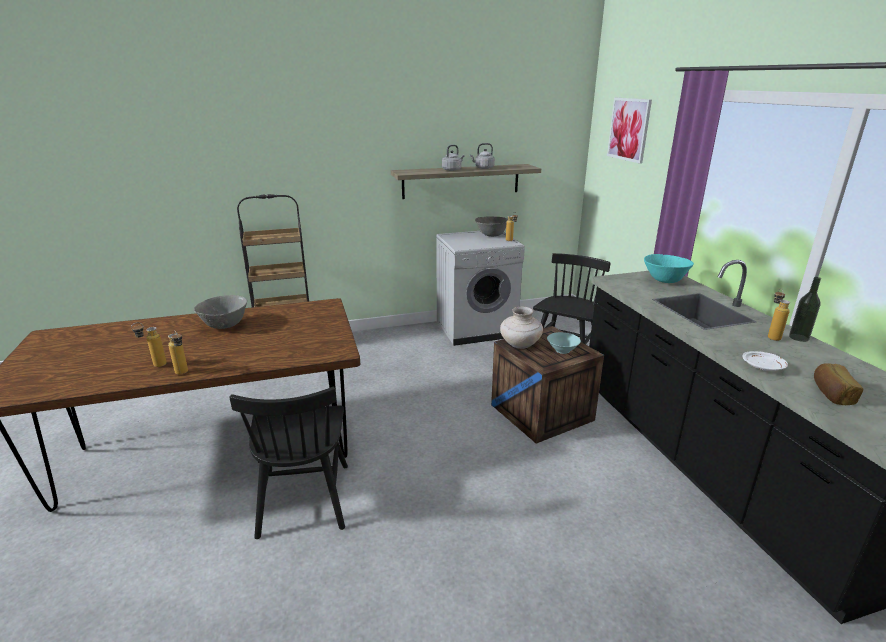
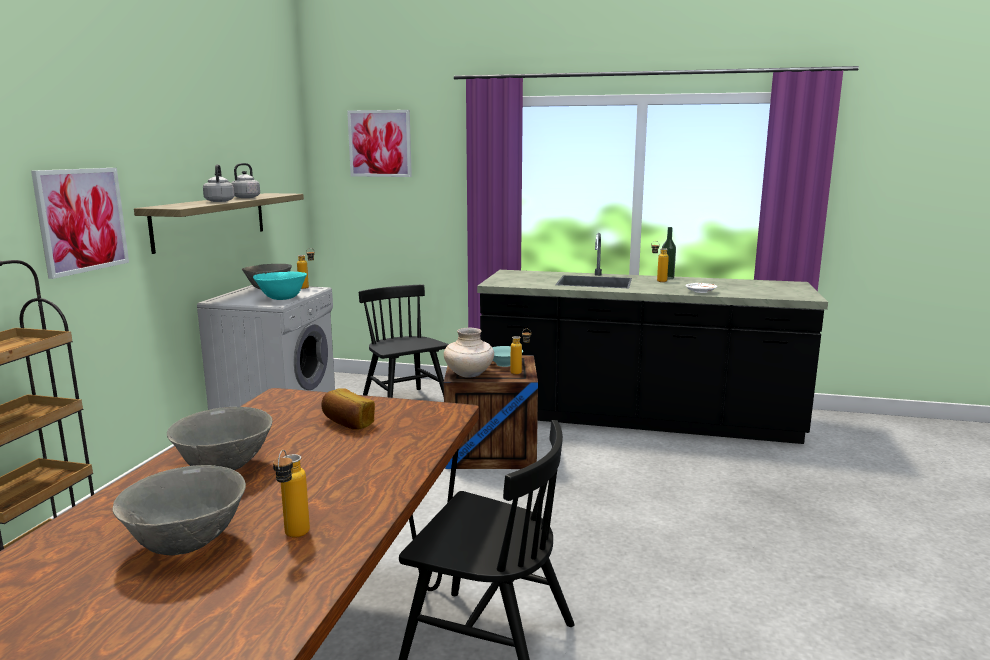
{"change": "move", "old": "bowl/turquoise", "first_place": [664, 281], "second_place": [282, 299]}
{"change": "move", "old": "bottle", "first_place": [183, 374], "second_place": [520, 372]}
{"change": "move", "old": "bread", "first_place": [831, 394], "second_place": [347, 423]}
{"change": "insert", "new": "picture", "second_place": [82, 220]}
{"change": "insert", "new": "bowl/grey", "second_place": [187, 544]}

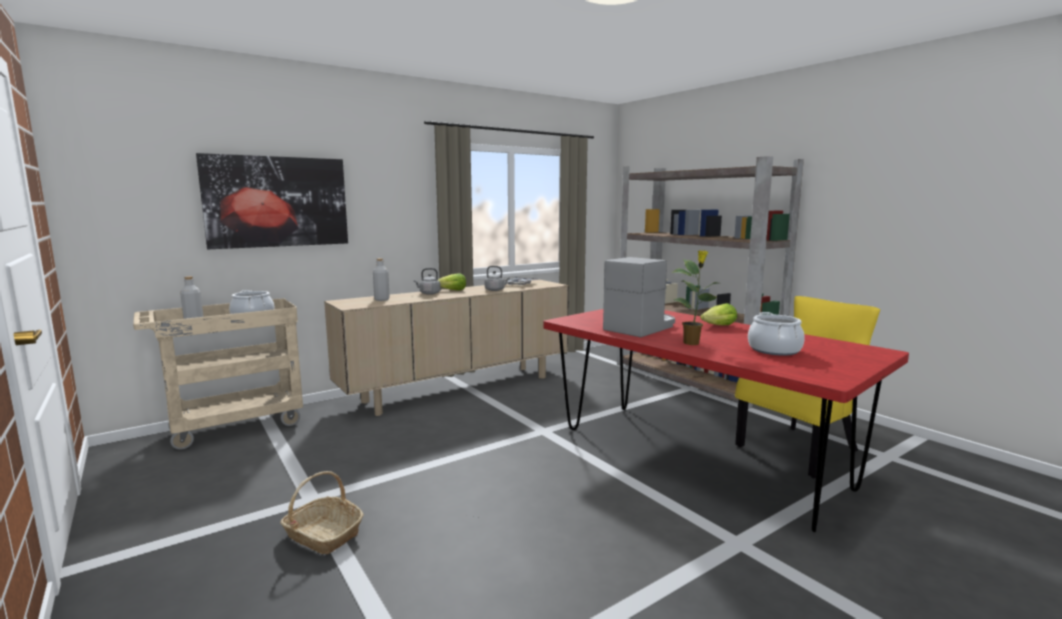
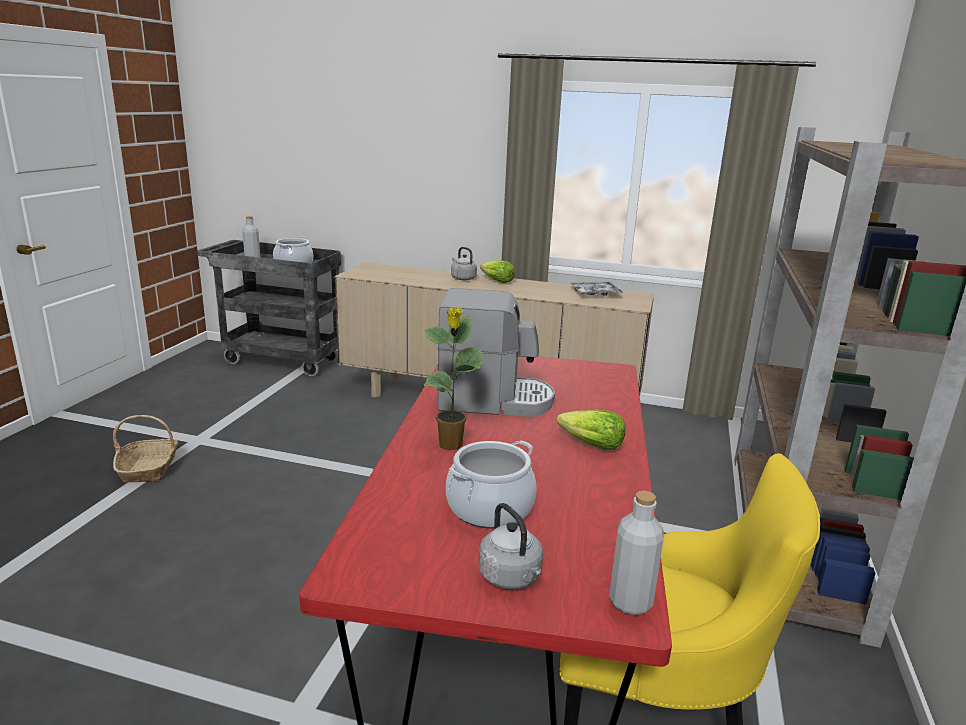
{"change": "delete", "old": "picture", "first_place": [277, 202]}
{"change": "move", "old": "bottle/grey", "first_place": [382, 299], "second_place": [630, 602]}
{"change": "move", "old": "kettle/grey", "first_place": [496, 290], "second_place": [511, 578]}
{"change": "recolor", "old": "cart/beige", "new": "cart/black", "first_place": [231, 430], "second_place": [278, 362]}

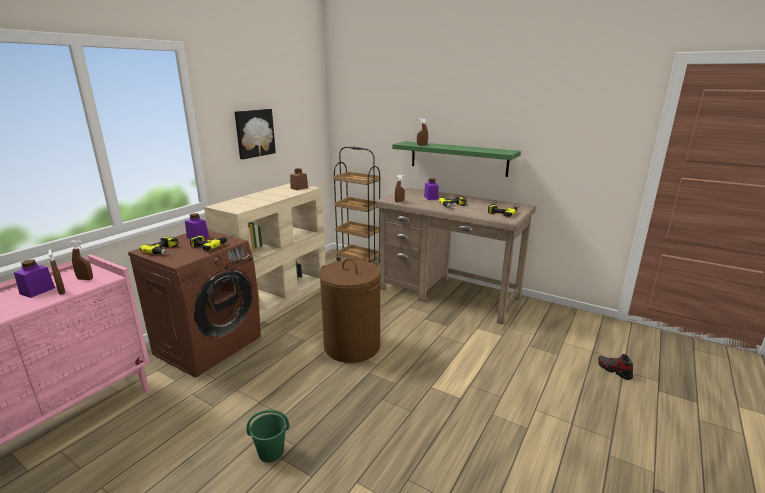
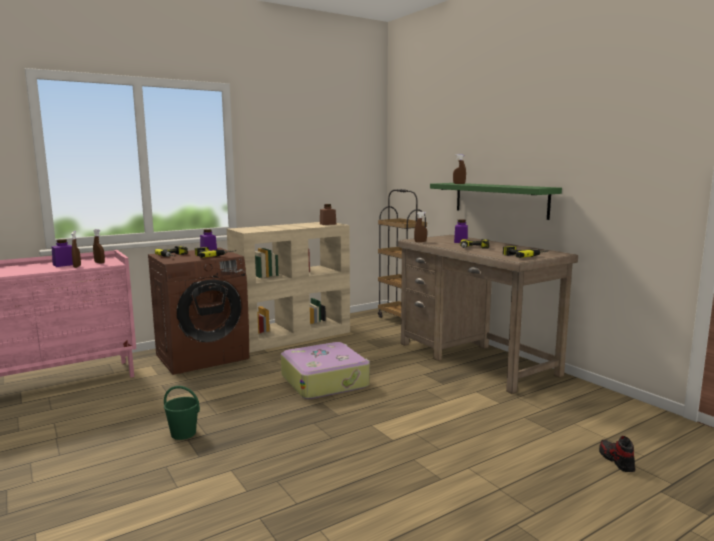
{"change": "delete", "old": "picture", "first_place": [254, 133]}
{"change": "replace", "old": "laundry basket/brown", "new": "suitcase", "first_place": [352, 346], "second_place": [325, 381]}

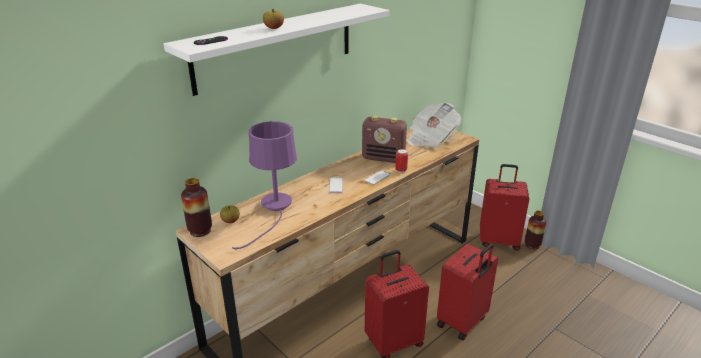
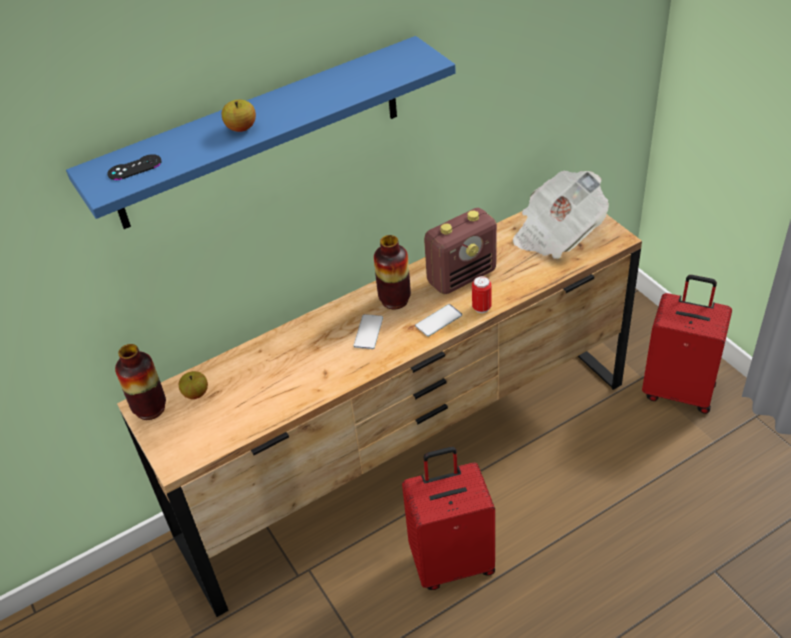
{"change": "recolor", "old": "shelf/white", "new": "shelf/blue", "first_place": [276, 46], "second_place": [259, 134]}
{"change": "rotate", "old": "radio", "first_place": [383, 158], "second_place": [462, 276], "degrees": -60}
{"change": "delete", "old": "table lamp/purple", "first_place": [274, 210]}
{"change": "move", "old": "vase", "first_place": [532, 245], "second_place": [394, 300]}
{"change": "delete", "old": "suitcase/red", "first_place": [463, 322]}

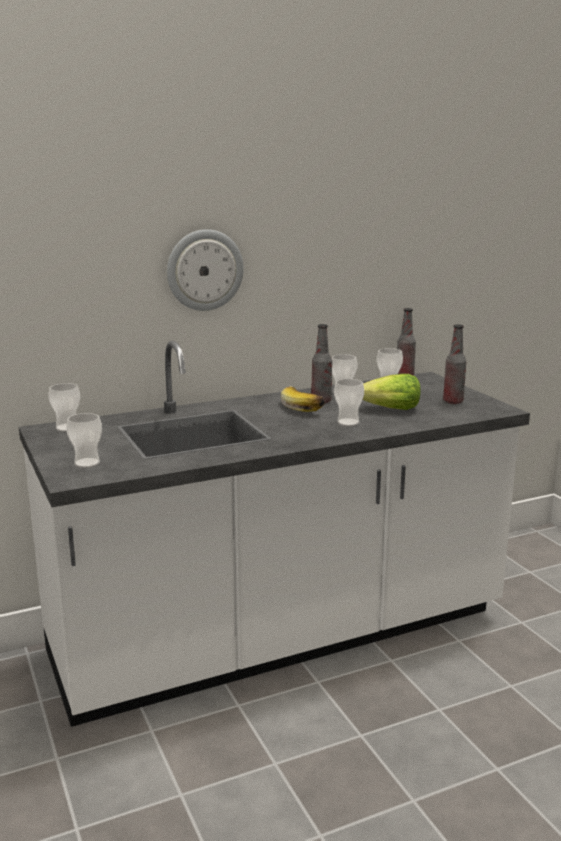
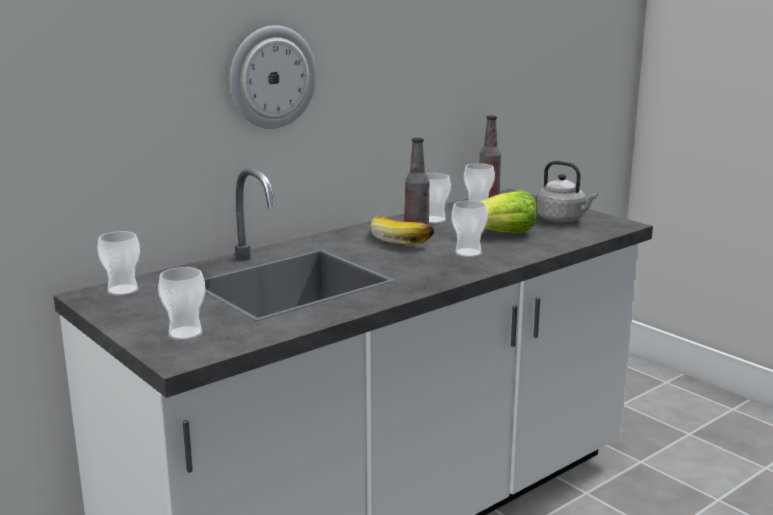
{"change": "replace", "old": "bottle", "new": "kettle/grey", "first_place": [453, 401], "second_place": [562, 220]}

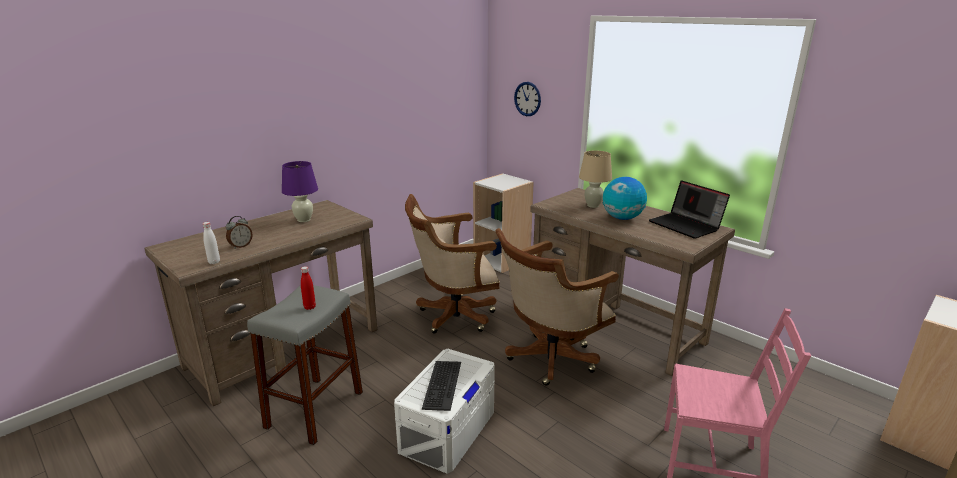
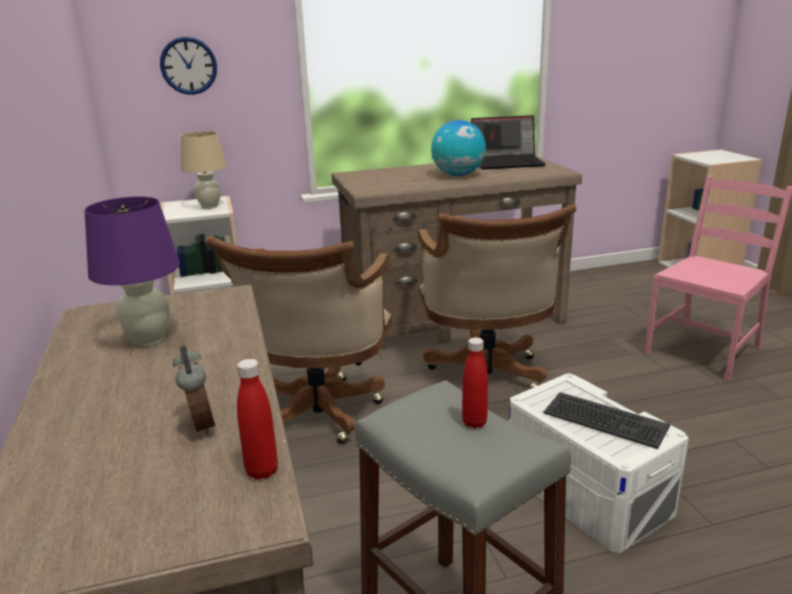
{"change": "move", "old": "table lamp/beige", "first_place": [593, 205], "second_place": [209, 206]}
{"change": "recolor", "old": "bottle/white", "new": "bottle/red", "first_place": [214, 262], "second_place": [262, 471]}

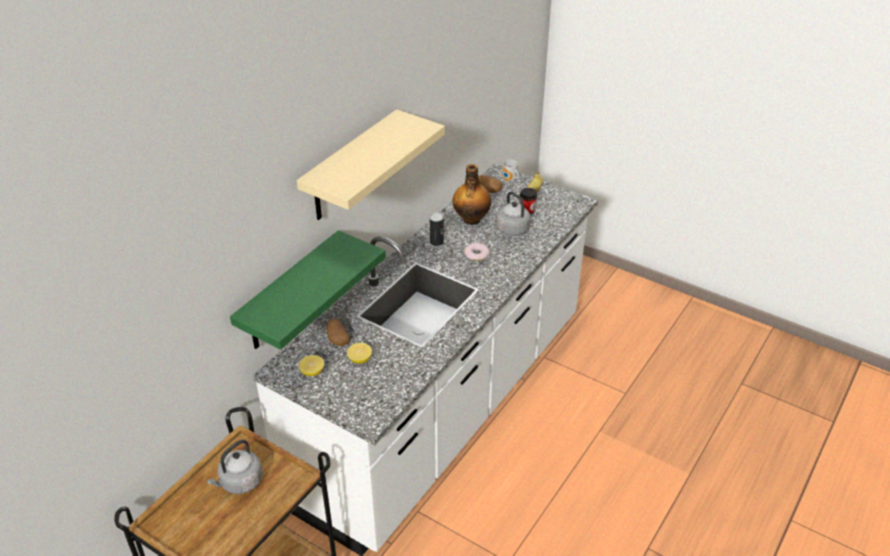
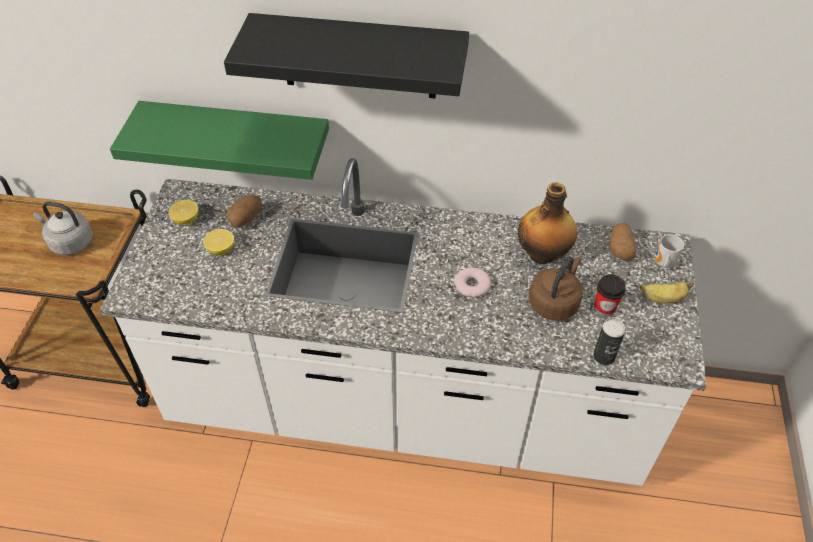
{"change": "recolor", "old": "shelf/beige", "new": "shelf/black", "first_place": [351, 167], "second_place": [359, 57]}
{"change": "recolor", "old": "kettle/grey", "new": "kettle/brown", "first_place": [511, 228], "second_place": [554, 302]}
{"change": "move", "old": "can", "first_place": [436, 242], "second_place": [604, 356]}

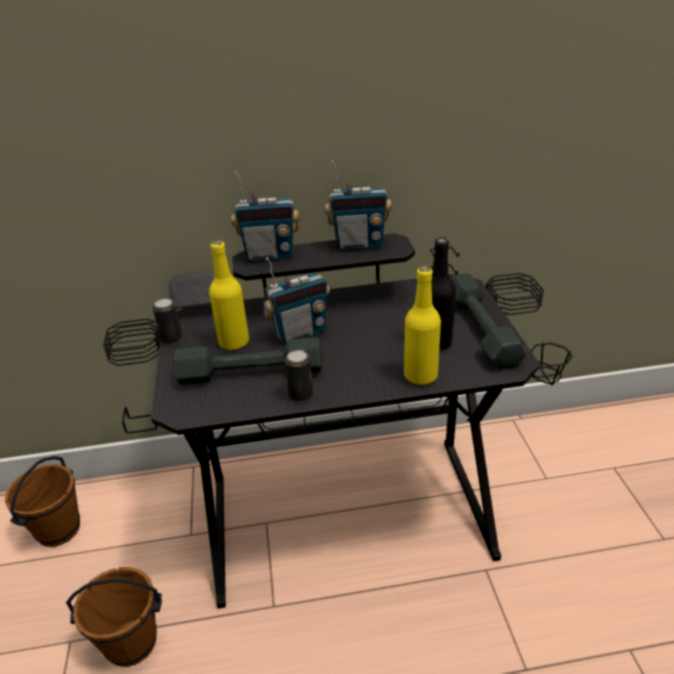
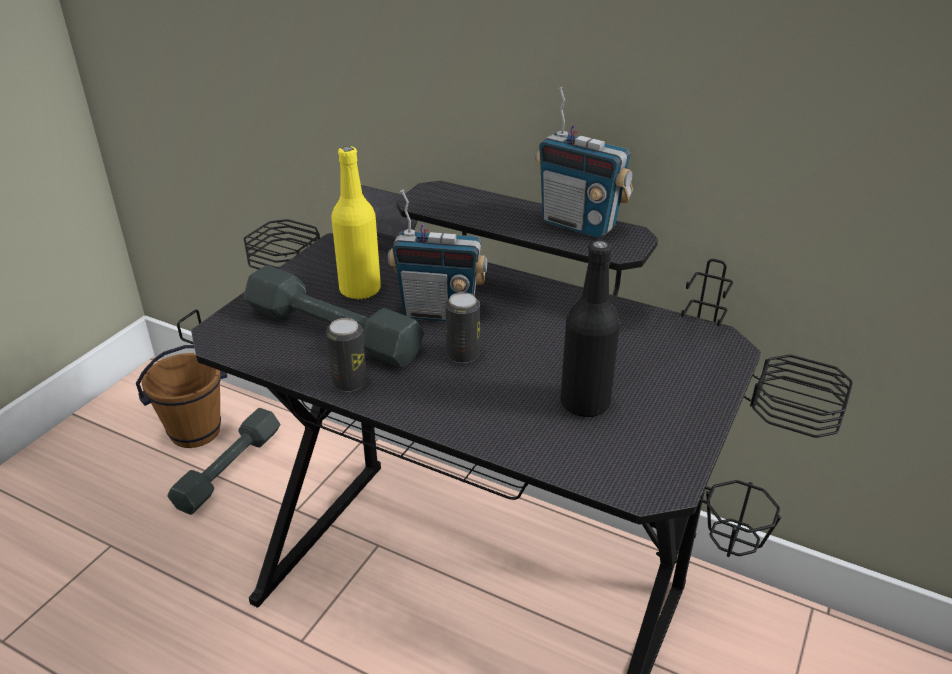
{"change": "delete", "old": "radio", "first_place": [270, 255]}
{"change": "delete", "old": "bottle/yellow", "first_place": [420, 375]}
{"change": "move", "old": "dumbbell/grey", "first_place": [481, 330], "second_place": [228, 468]}
{"change": "move", "old": "can", "first_place": [171, 339], "second_place": [463, 355]}
{"change": "delete", "old": "bucket/brown", "first_place": [131, 644]}

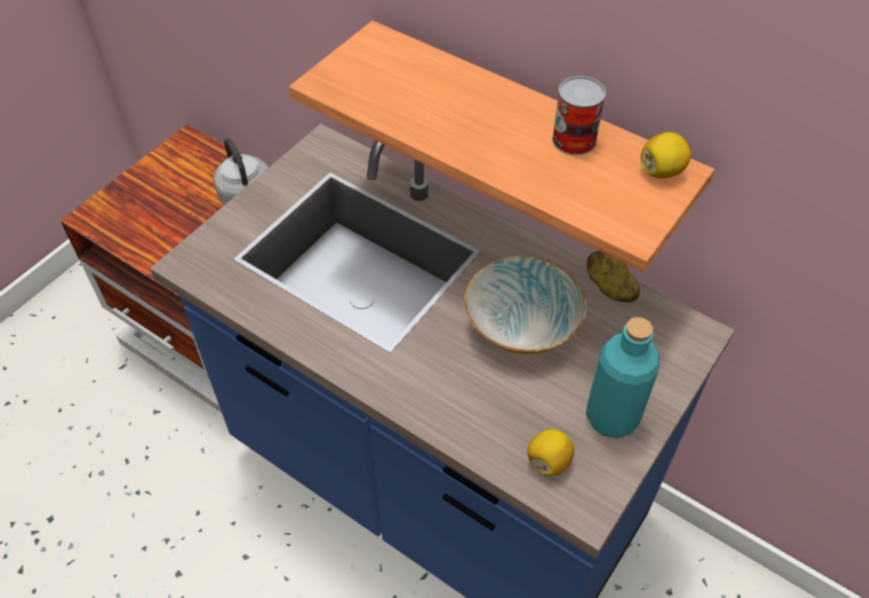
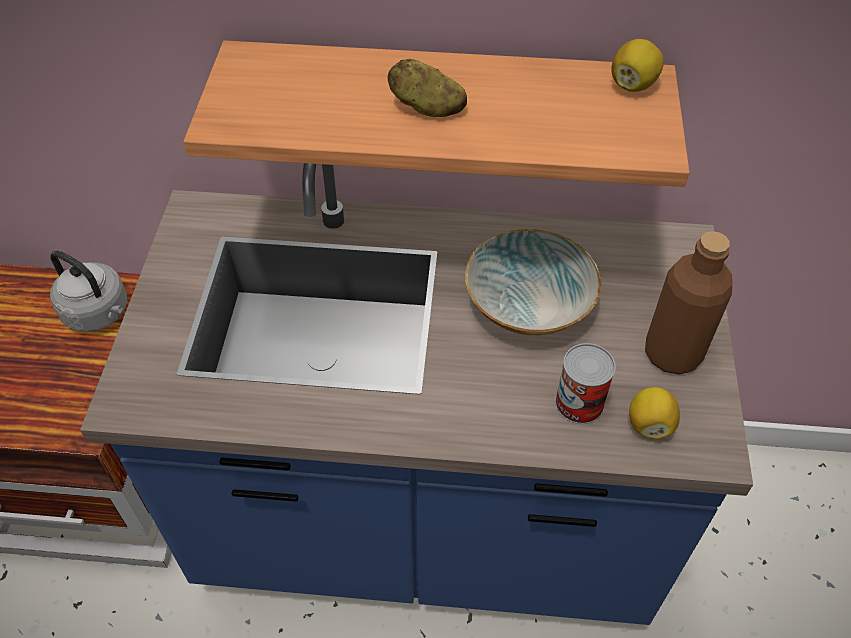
{"change": "move", "old": "can", "first_place": [574, 140], "second_place": [579, 403]}
{"change": "move", "old": "potato", "first_place": [609, 288], "second_place": [426, 108]}
{"change": "recolor", "old": "bottle/turquoise", "new": "bottle/brown", "first_place": [612, 417], "second_place": [672, 353]}

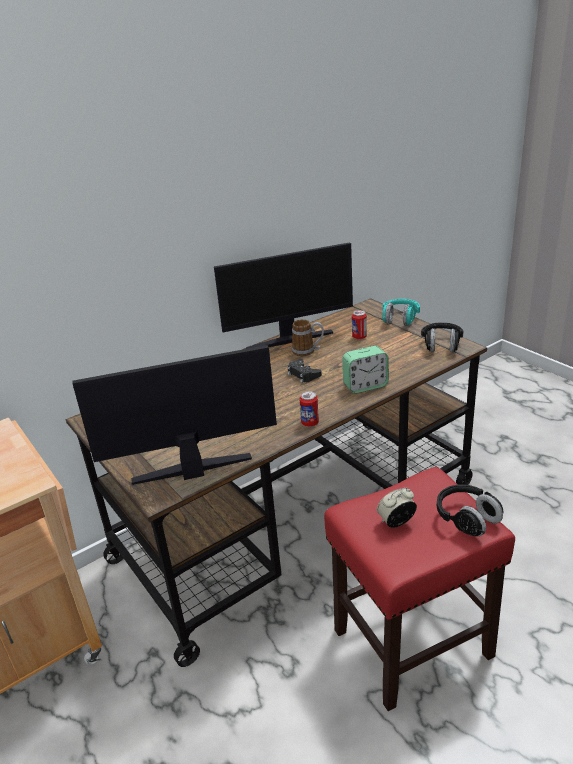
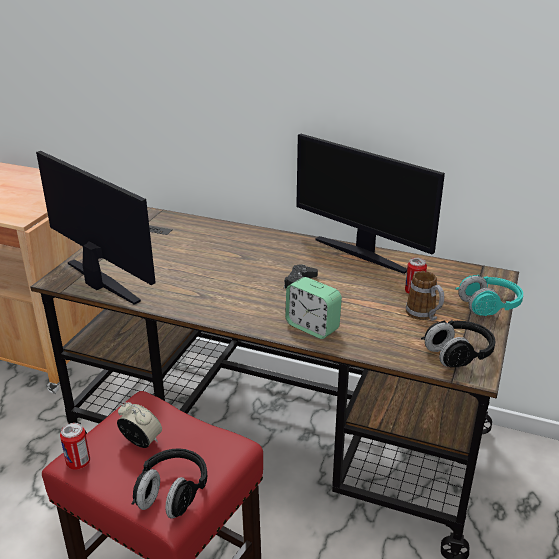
{"change": "move", "old": "mug", "first_place": [308, 351], "second_place": [424, 315]}
{"change": "move", "old": "can", "first_place": [310, 423], "second_place": [78, 462]}

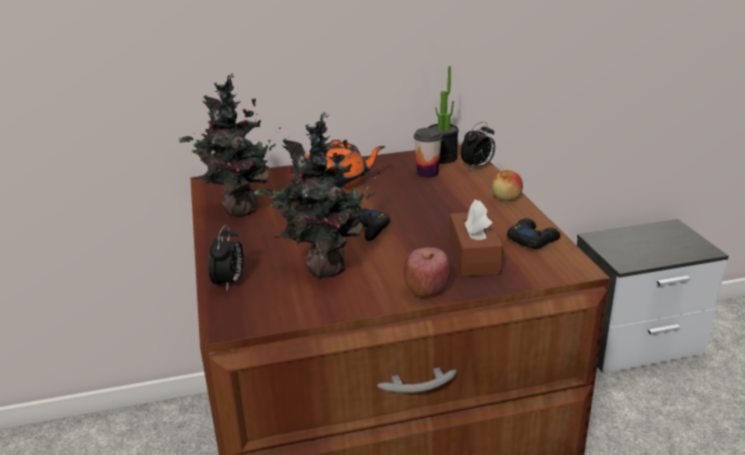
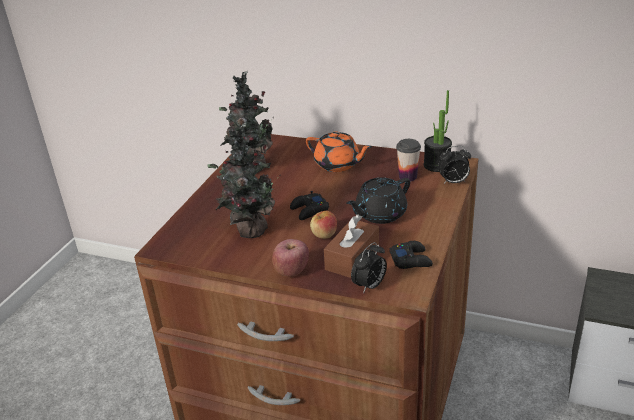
{"change": "move", "old": "apple", "first_place": [506, 198], "second_place": [324, 234]}
{"change": "move", "old": "alarm clock", "first_place": [229, 283], "second_place": [369, 286]}
{"change": "insert", "new": "teapot/black", "second_place": [379, 214]}

